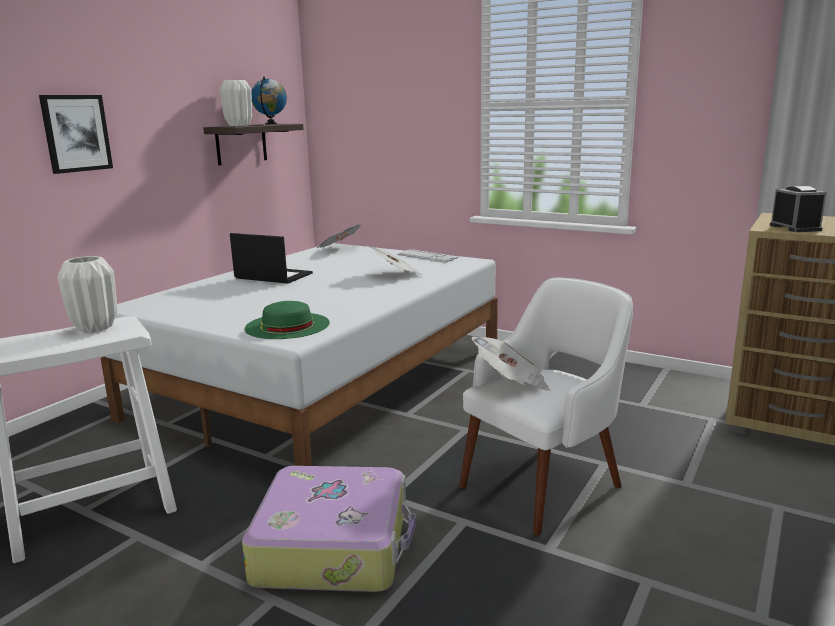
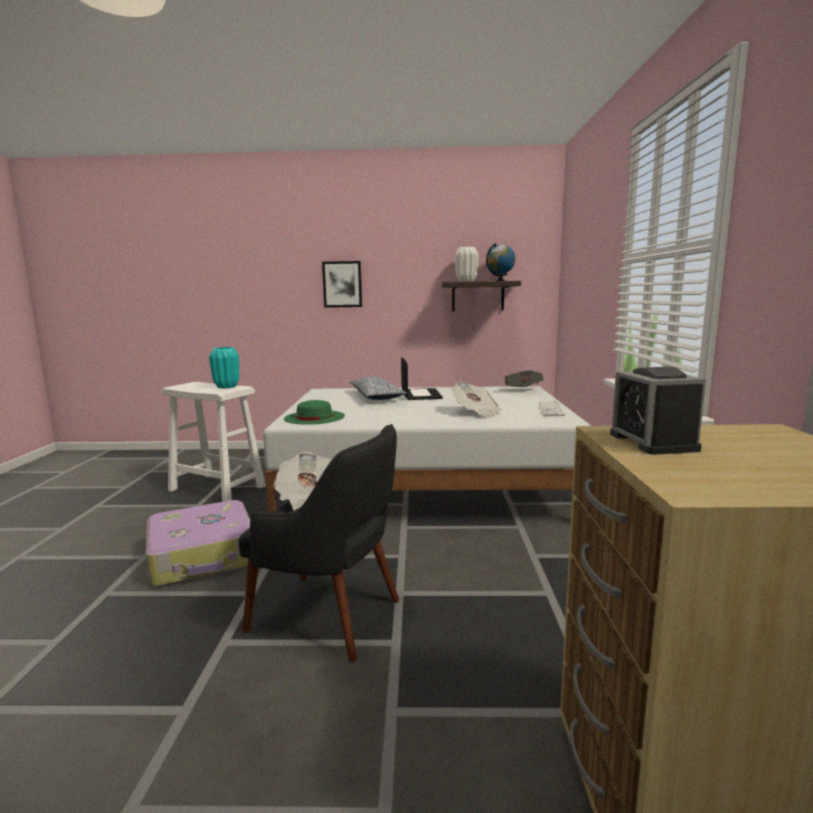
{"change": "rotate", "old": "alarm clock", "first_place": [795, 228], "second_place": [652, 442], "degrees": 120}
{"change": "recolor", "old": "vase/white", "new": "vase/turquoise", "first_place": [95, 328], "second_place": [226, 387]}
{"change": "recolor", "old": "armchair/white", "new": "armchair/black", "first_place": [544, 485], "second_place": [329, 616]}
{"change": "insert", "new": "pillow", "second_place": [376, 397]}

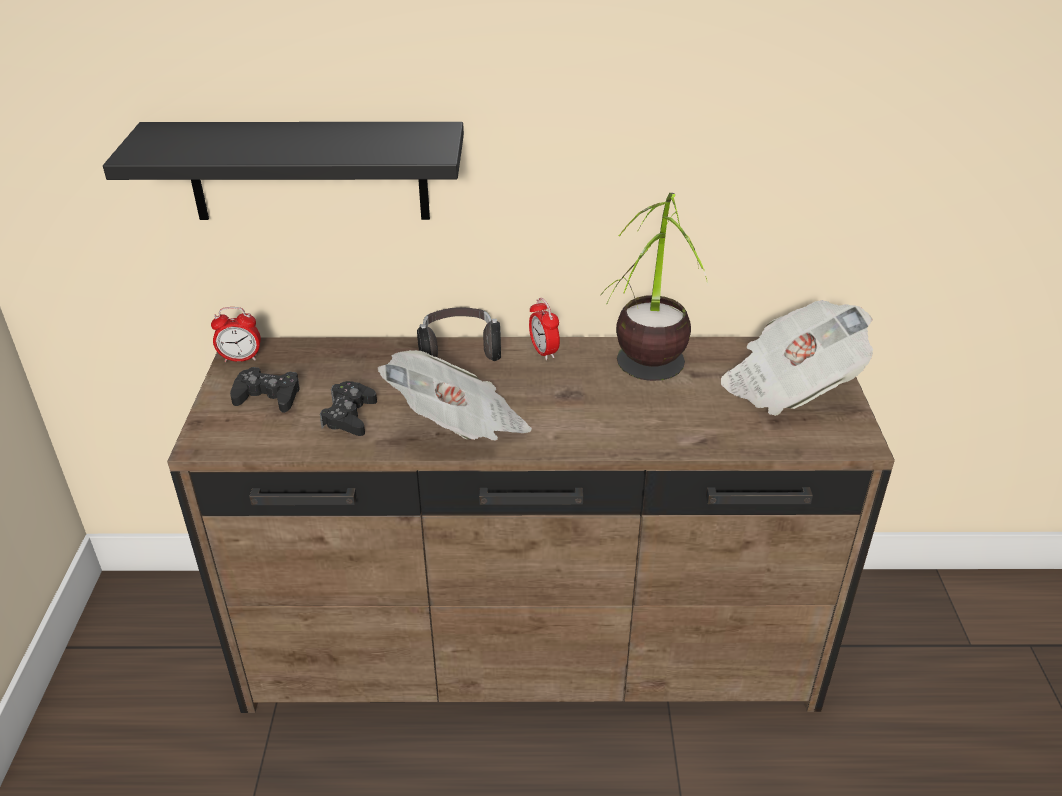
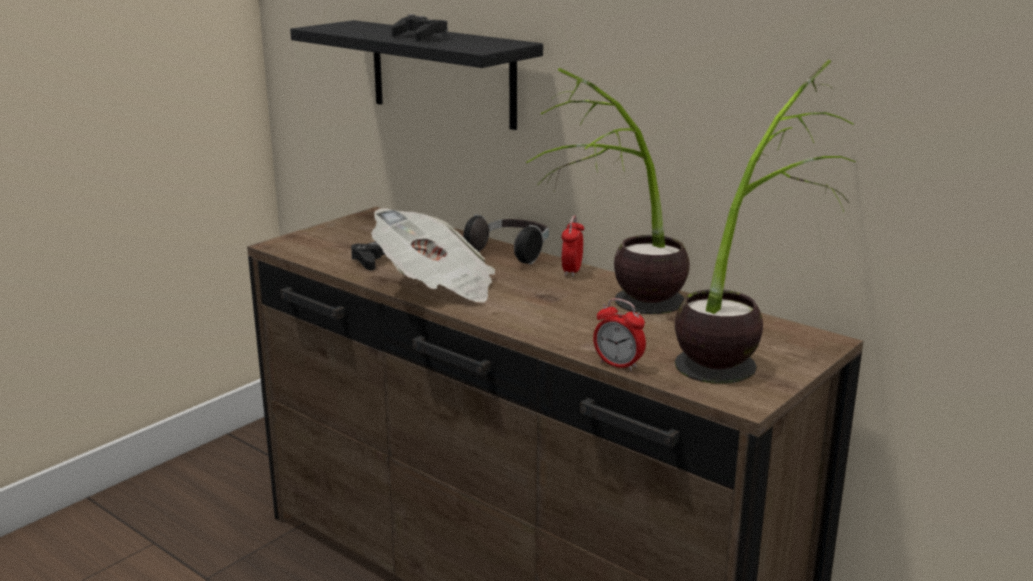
{"change": "replace", "old": "newspaper", "new": "potted plant", "first_place": [789, 386], "second_place": [747, 351]}
{"change": "move", "old": "alarm clock", "first_place": [241, 358], "second_place": [618, 365]}
{"change": "move", "old": "game controller/black", "first_place": [268, 396], "second_place": [420, 37]}

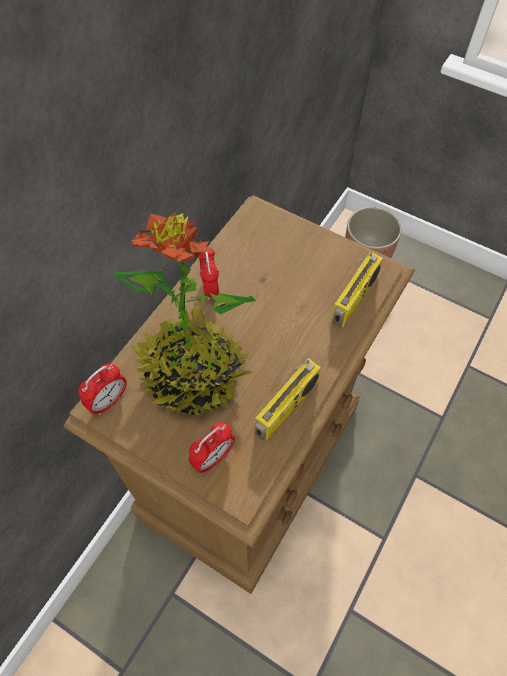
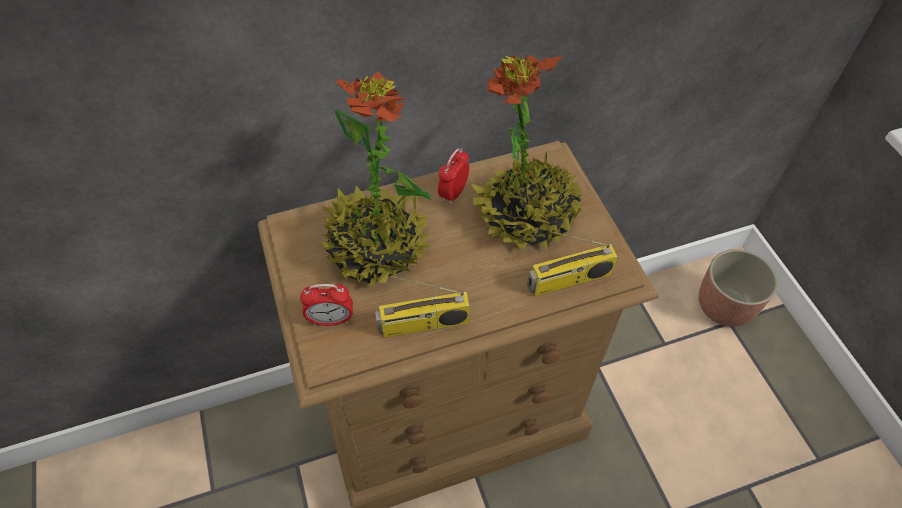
{"change": "delete", "old": "alarm clock", "first_place": [109, 401]}
{"change": "insert", "new": "potted plant", "second_place": [526, 215]}

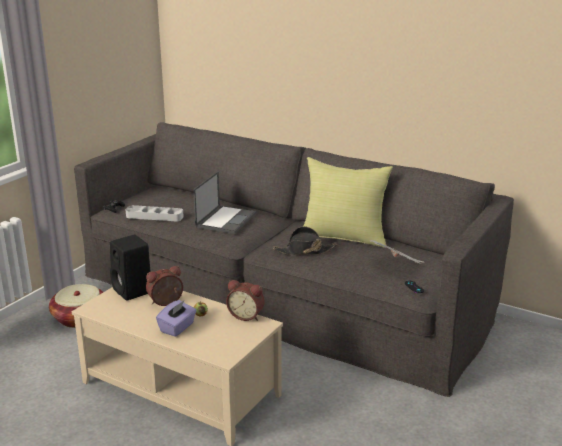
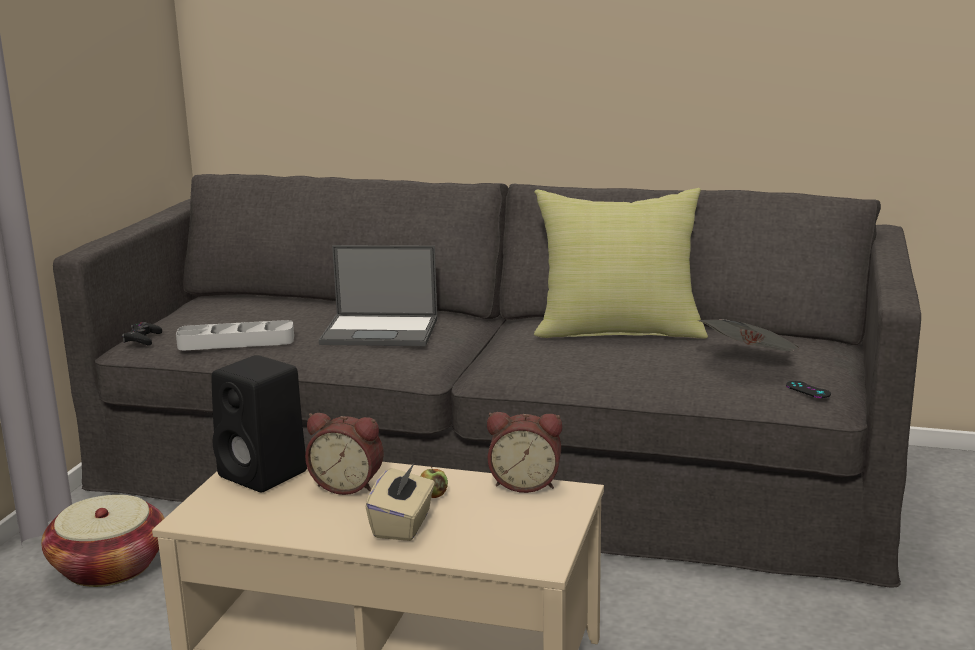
{"change": "rotate", "old": "laptop", "first_place": [226, 219], "second_place": [381, 331], "degrees": 90}
{"change": "delete", "old": "hat/black", "first_place": [304, 251]}
{"change": "rotate", "old": "alarm clock", "first_place": [166, 303], "second_place": [348, 485], "degrees": -120}
{"change": "recolor", "old": "tissue box/purple", "new": "tissue box/beige", "first_place": [177, 328], "second_place": [403, 525]}

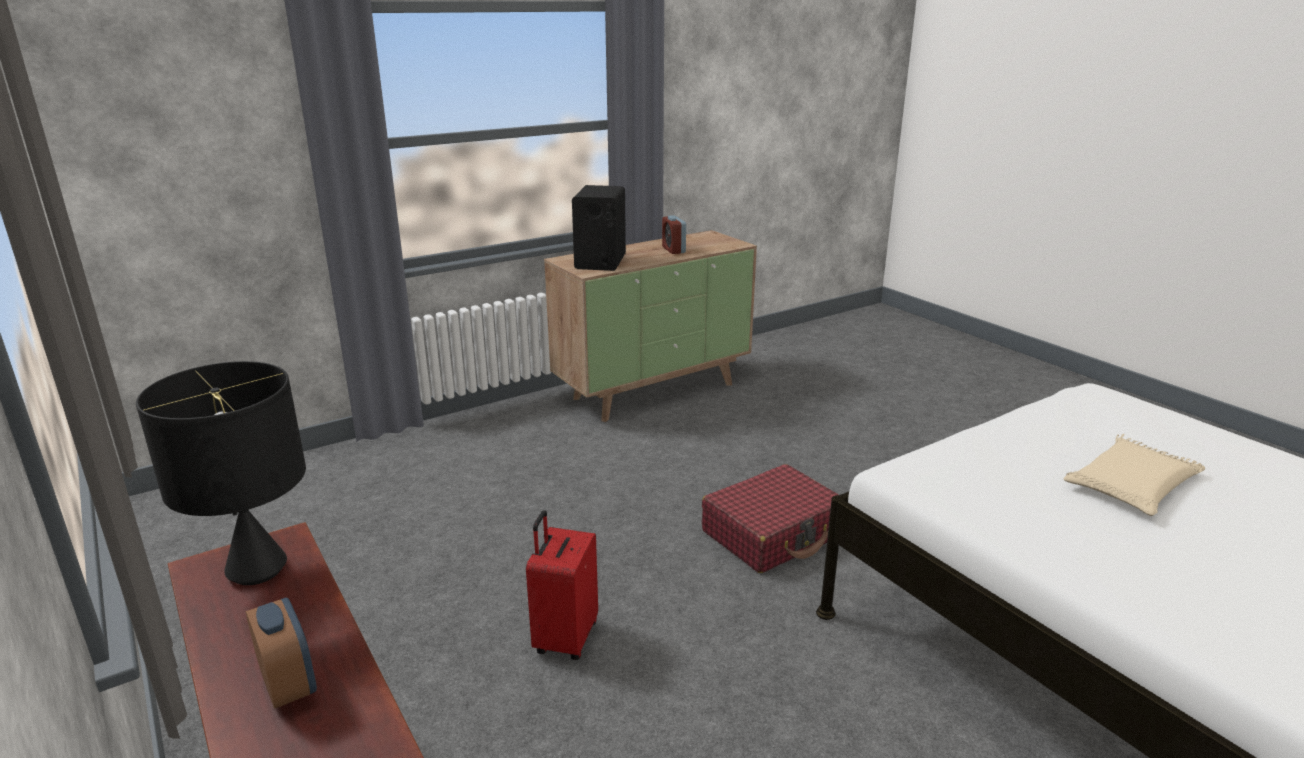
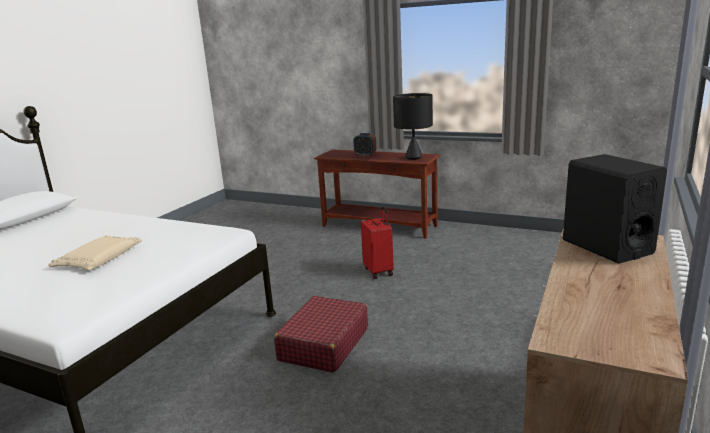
{"change": "delete", "old": "alarm clock", "first_place": [673, 250]}

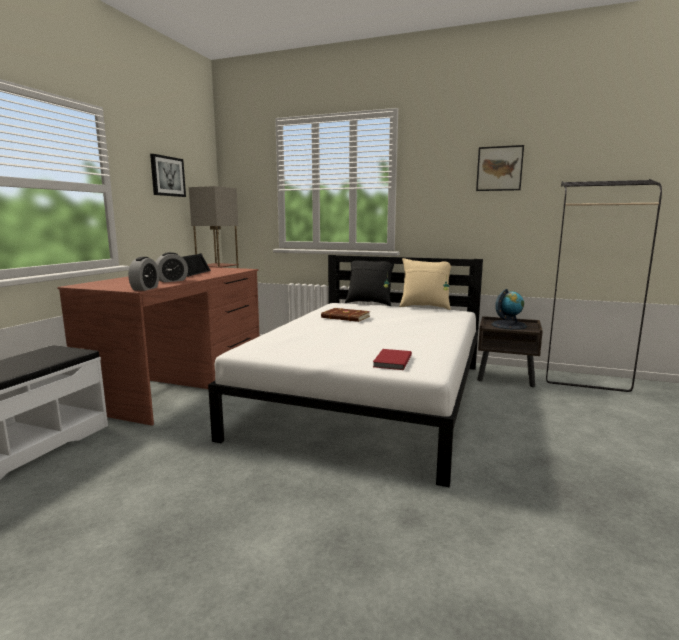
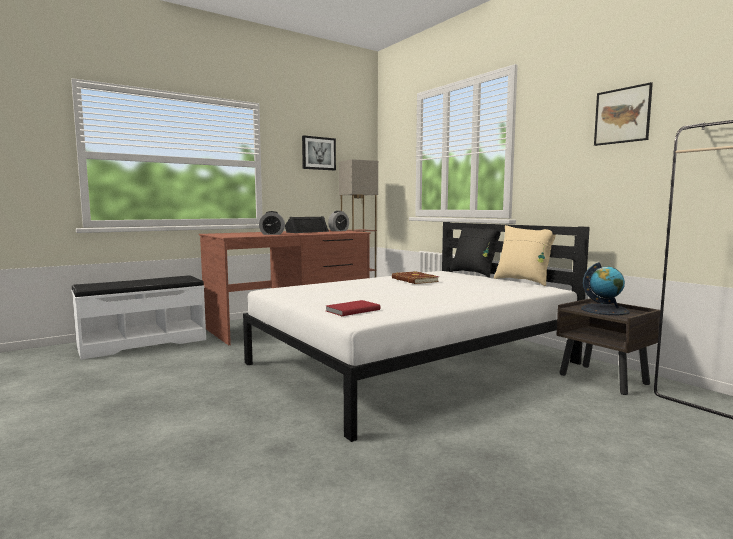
{"change": "move", "old": "alarm clock", "first_place": [145, 289], "second_place": [338, 230]}

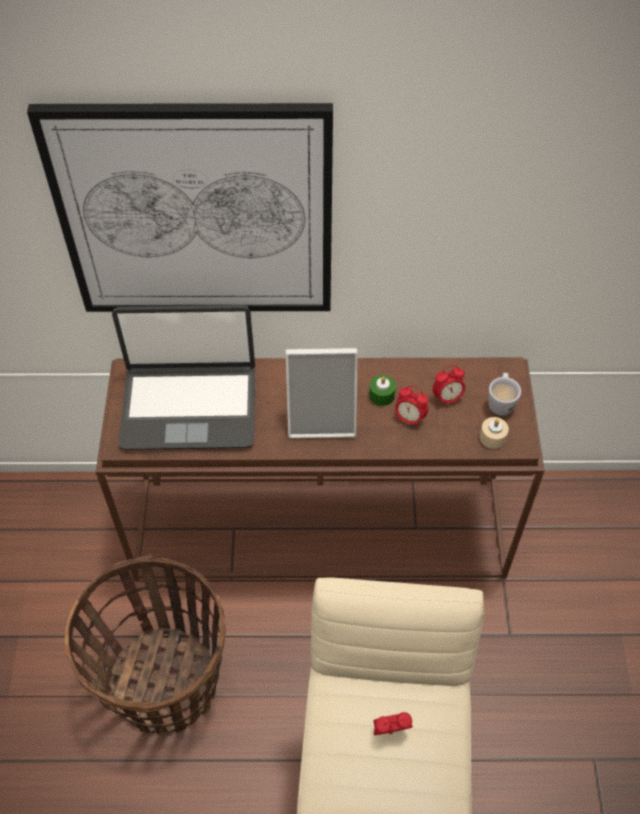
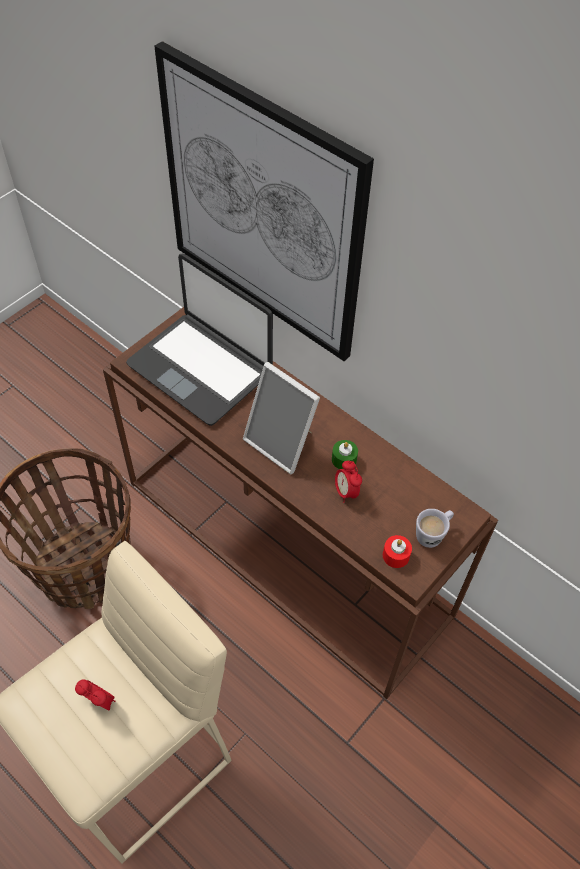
{"change": "delete", "old": "alarm clock", "first_place": [447, 398]}
{"change": "recolor", "old": "candle/beige", "new": "candle/red", "first_place": [492, 437], "second_place": [396, 555]}

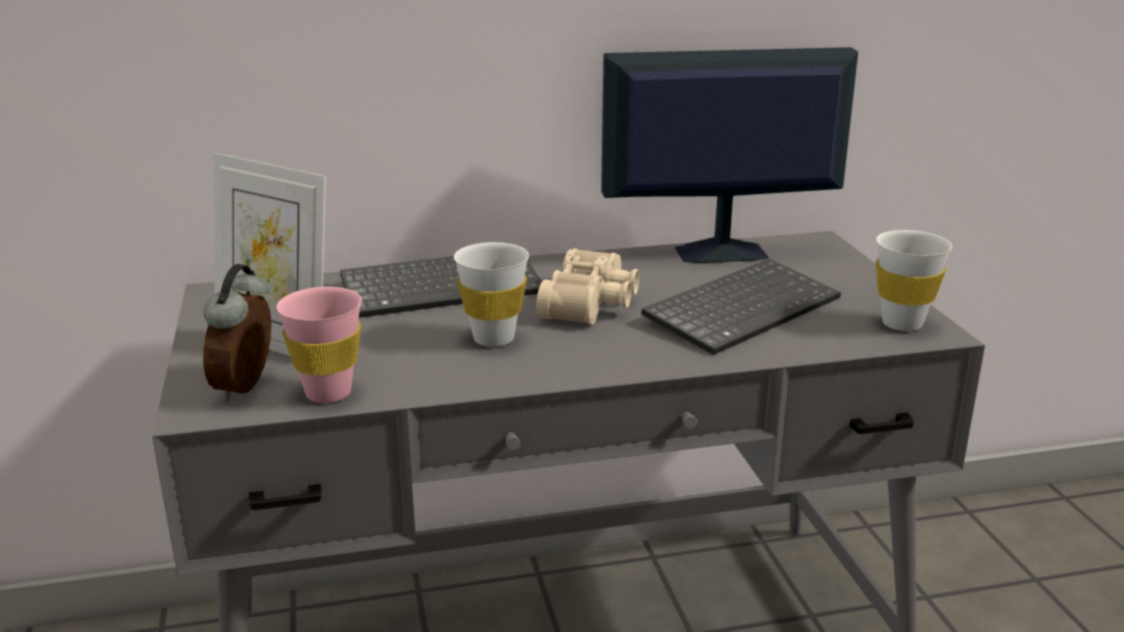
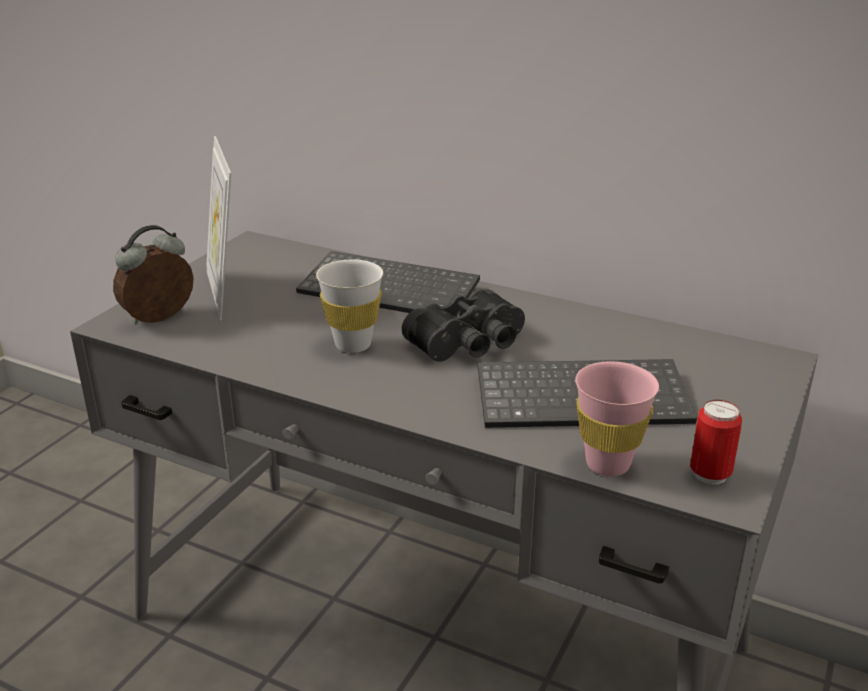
{"change": "delete", "old": "monitor", "first_place": [718, 252]}
{"change": "replace", "old": "cup/white", "new": "can", "first_place": [902, 324], "second_place": [710, 474]}
{"change": "recolor", "old": "binoculars/beige", "new": "binoculars/black", "first_place": [593, 304], "second_place": [470, 344]}
{"change": "move", "old": "cup/pink", "first_place": [328, 393], "second_place": [607, 464]}

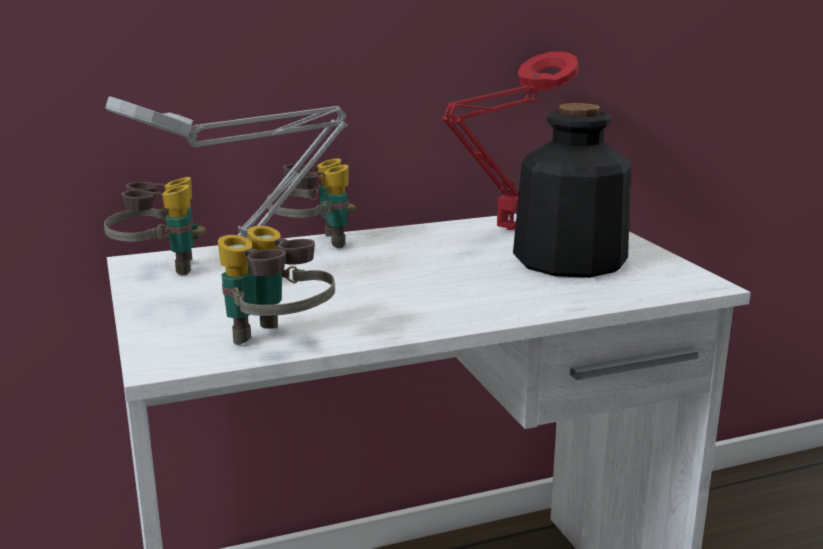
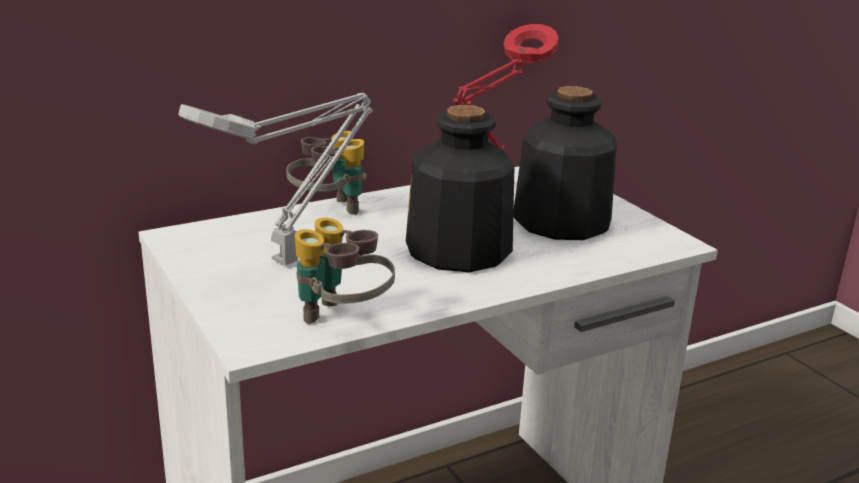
{"change": "delete", "old": "binoculars", "first_place": [160, 269]}
{"change": "insert", "new": "bottle", "second_place": [458, 251]}

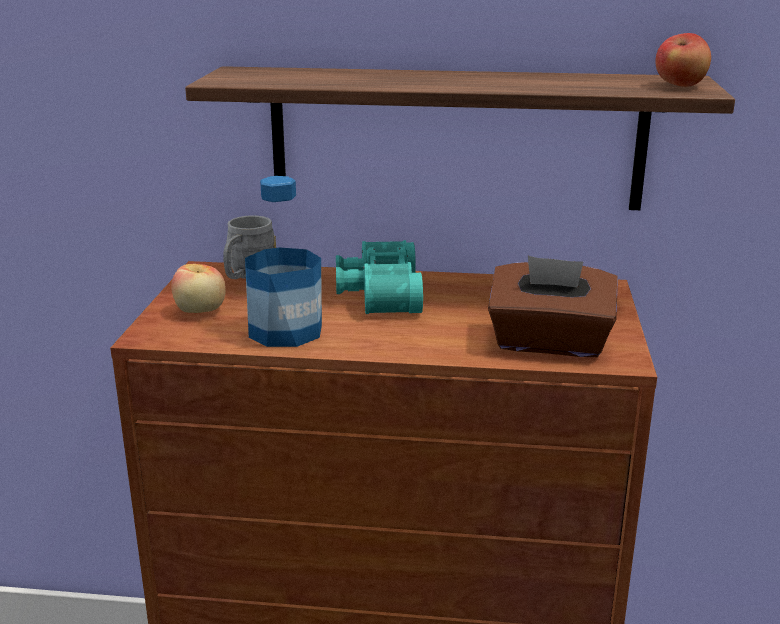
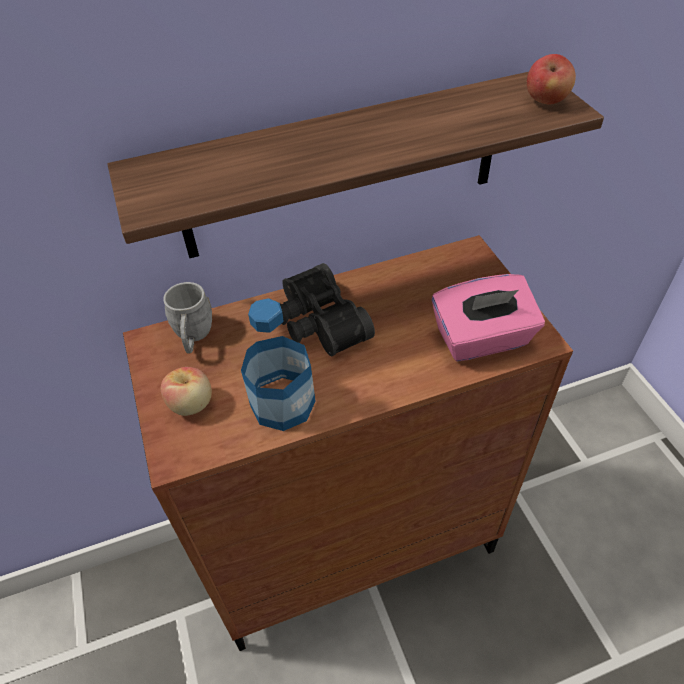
{"change": "recolor", "old": "binoculars/turquoise", "new": "binoculars/black", "first_place": [377, 294], "second_place": [317, 323]}
{"change": "recolor", "old": "tissue box/brown", "new": "tissue box/pink", "first_place": [549, 343], "second_place": [482, 339]}

